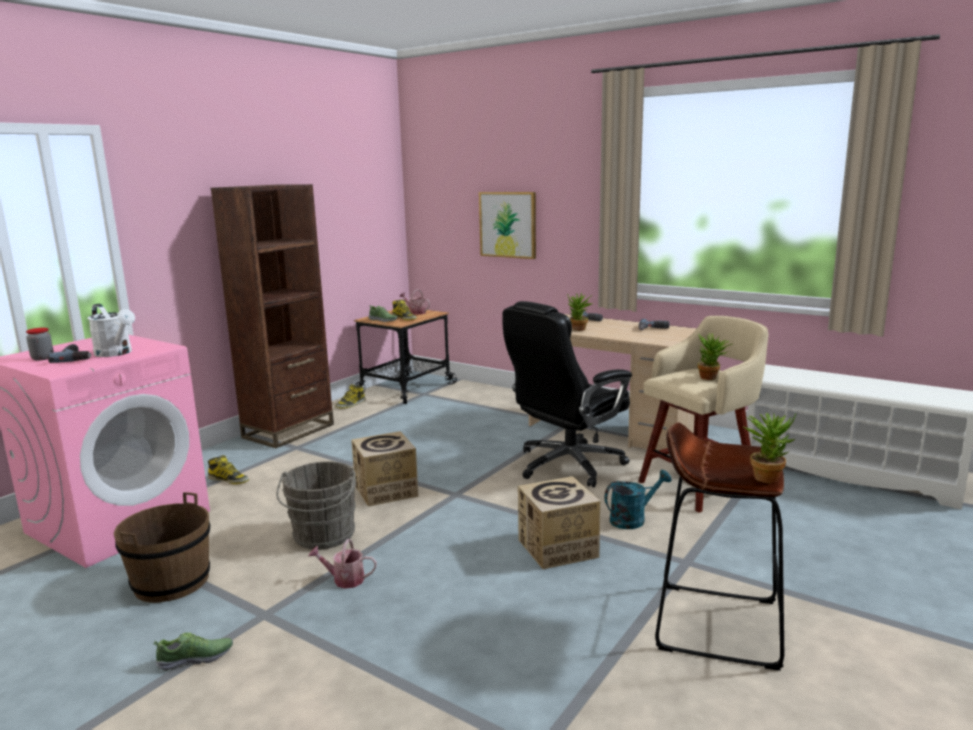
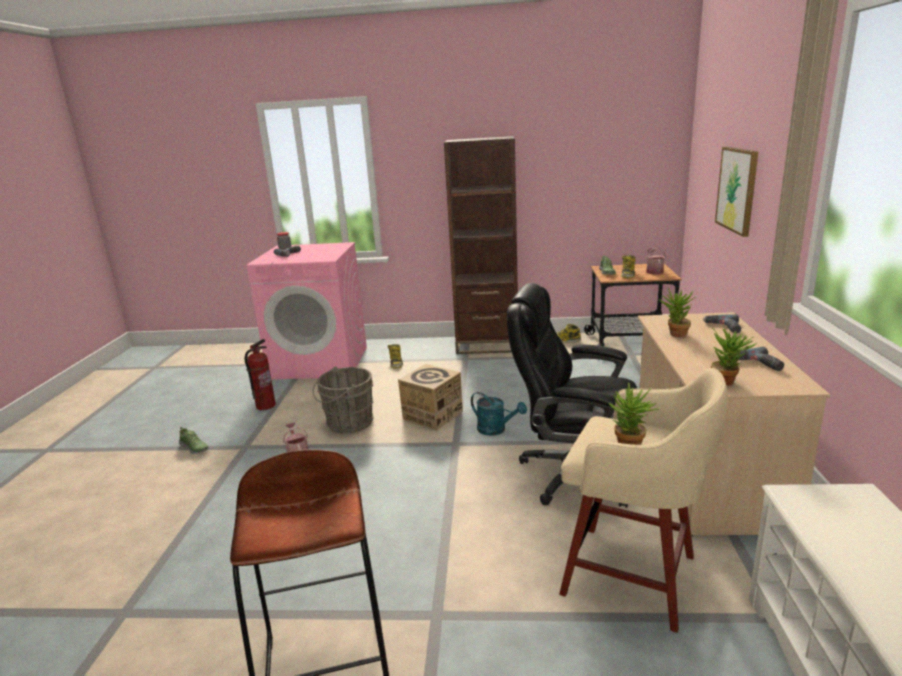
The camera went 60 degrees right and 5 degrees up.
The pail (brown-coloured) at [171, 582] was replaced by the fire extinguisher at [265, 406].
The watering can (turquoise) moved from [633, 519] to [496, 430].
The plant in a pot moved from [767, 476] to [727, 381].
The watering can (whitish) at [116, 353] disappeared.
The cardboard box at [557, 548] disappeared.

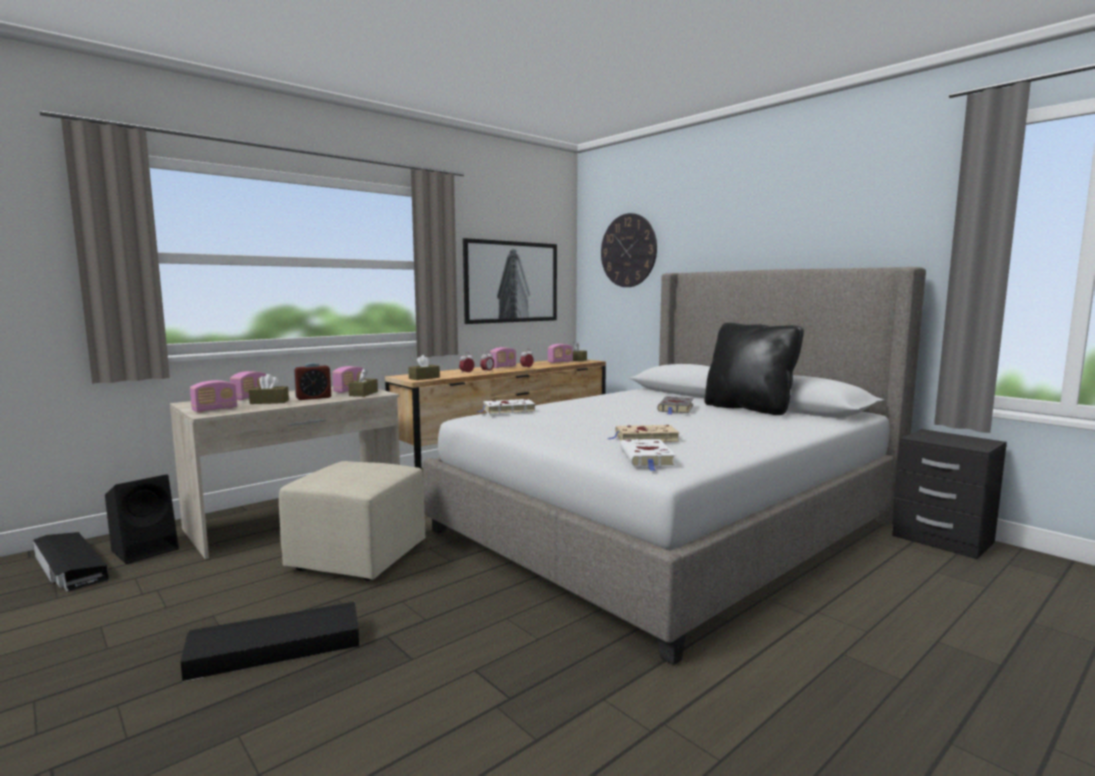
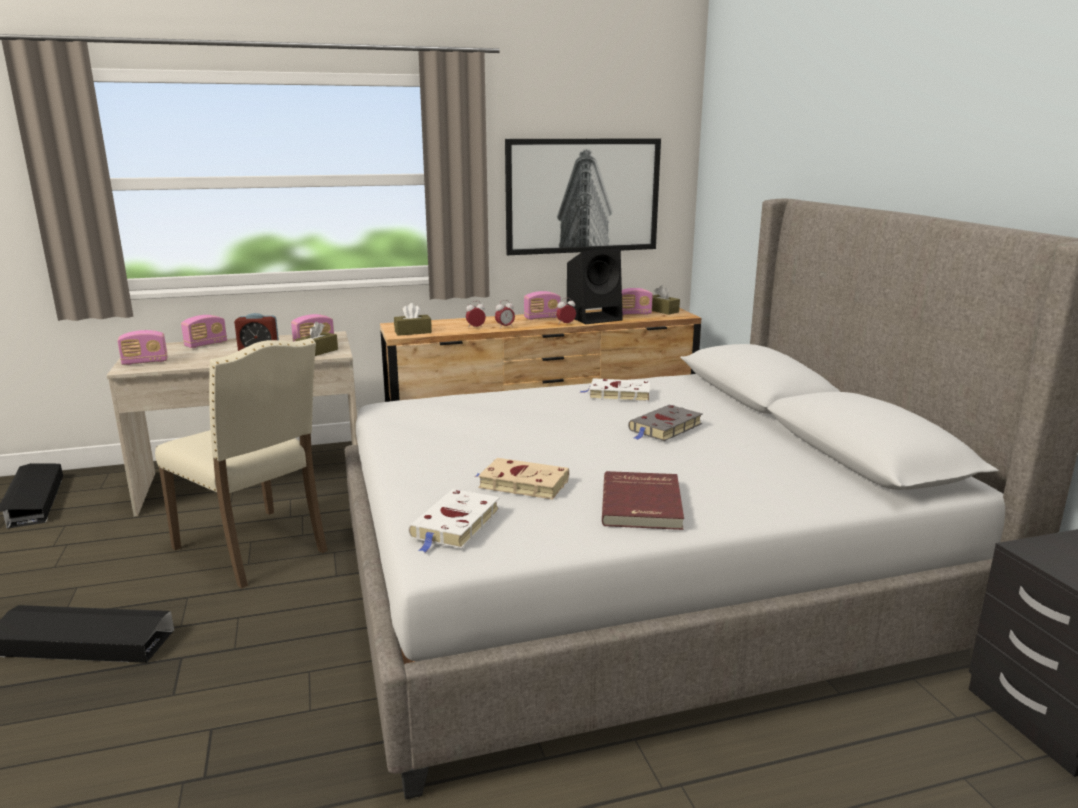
The camera went 25 degrees right and 10 degrees up.
The ottoman (sand-coloured) at [358, 558] was replaced by the chair (sand-coloured) at [255, 549].
The speaker (black) moved from [147, 549] to [595, 318].
The book (whitish) moved from [507, 410] to [617, 394].
The book (red) at [643, 504] appeared.
The tissue box (brown-coloured) at [269, 402] disappeared.
The clock on the wall at [628, 250] disappeared.
The pillow (black) at [749, 408] disappeared.

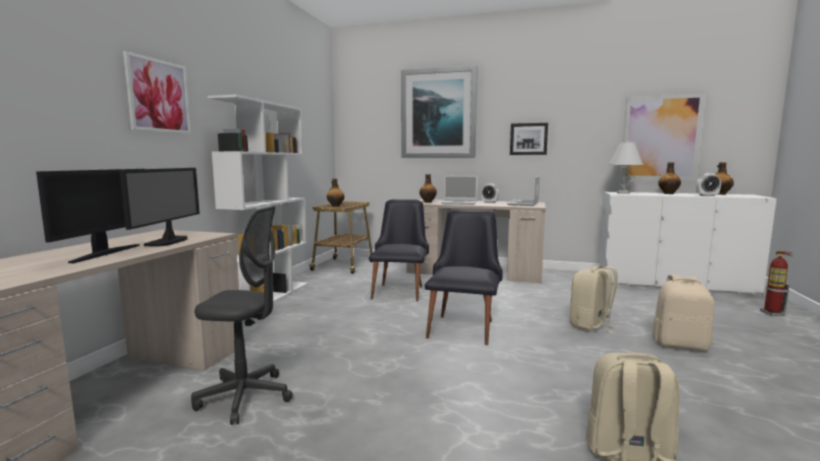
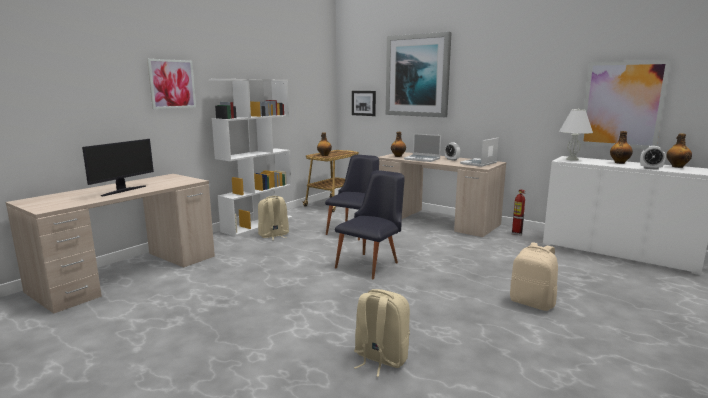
The camera went 20 degrees right and 5 degrees up.
The backpack (sand-coloured) moved from [591, 326] to [273, 235].
The wall picture moved from [528, 139] to [364, 103].
The fire extinguisher moved from [772, 313] to [516, 233].
The monitor at [169, 242] disappeared.
The office chair (gray) at [245, 397] disappeared.

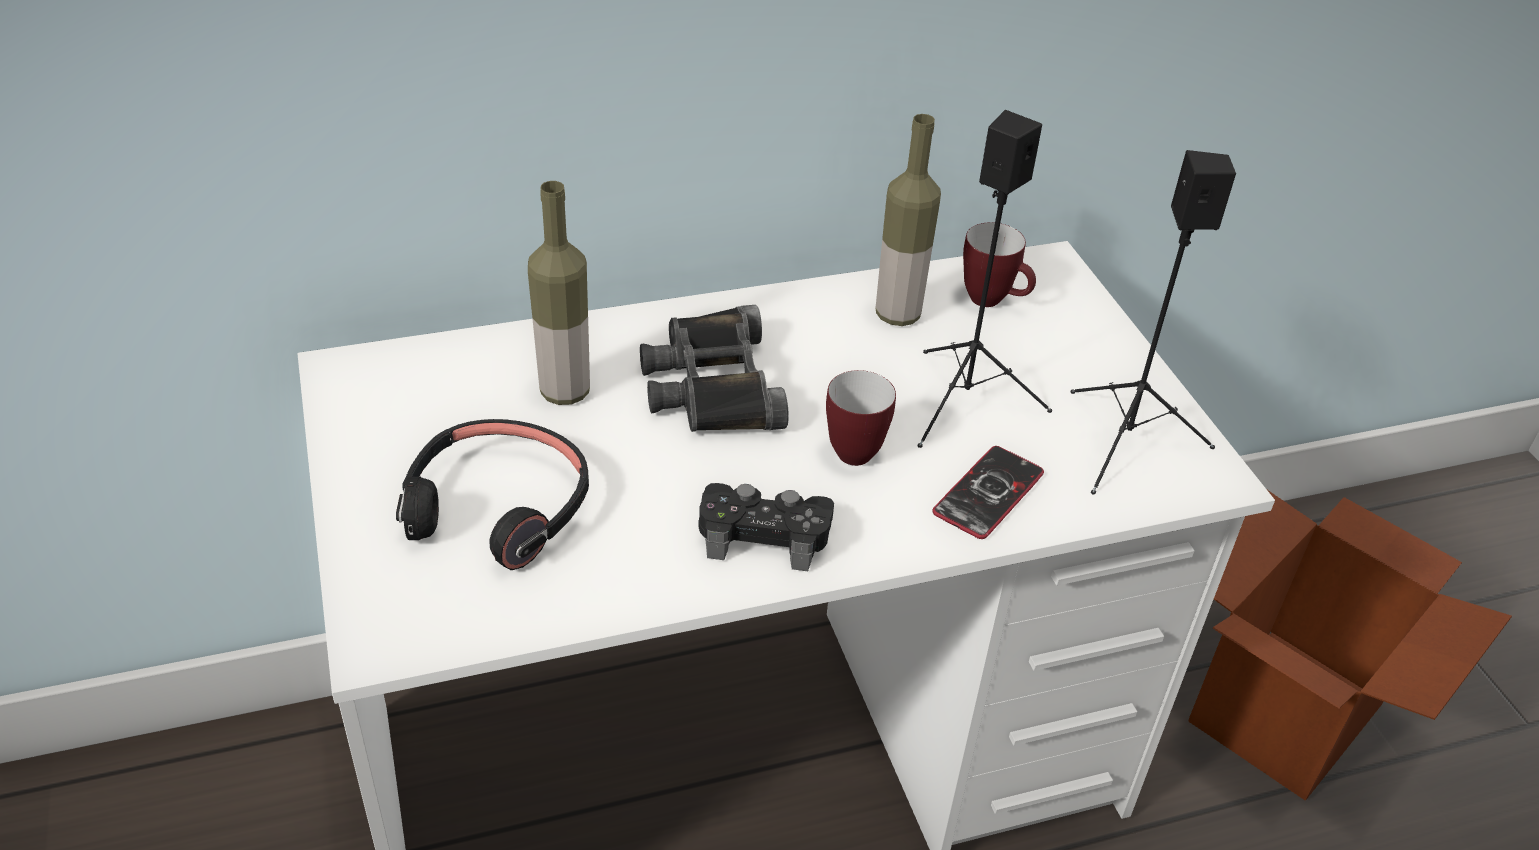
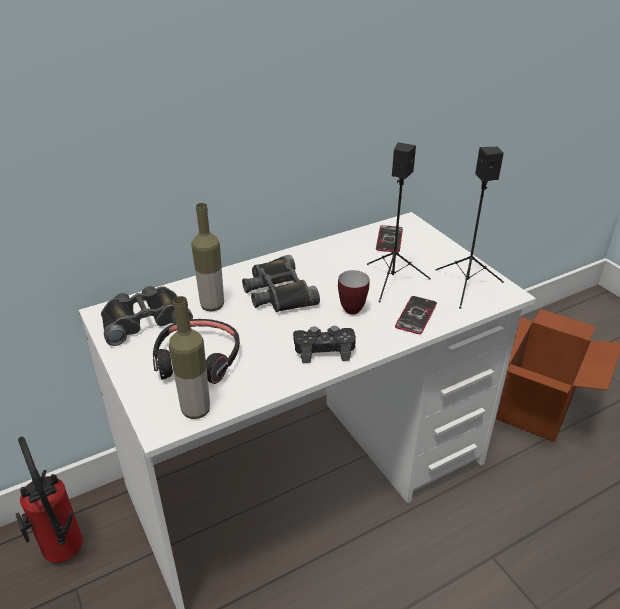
The camera went 10 degrees left and 5 degrees down.
The fire extinguisher at [63, 556] appeared.
The field glasses (black) at [144, 319] appeared.
The drink bottle moved from [897, 315] to [196, 410].
The mug at [993, 301] was replaced by the telephone at [389, 239].

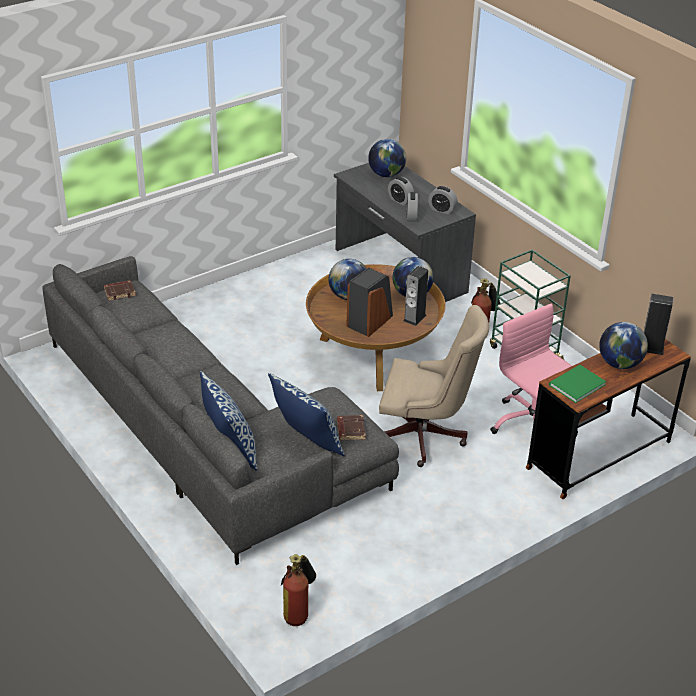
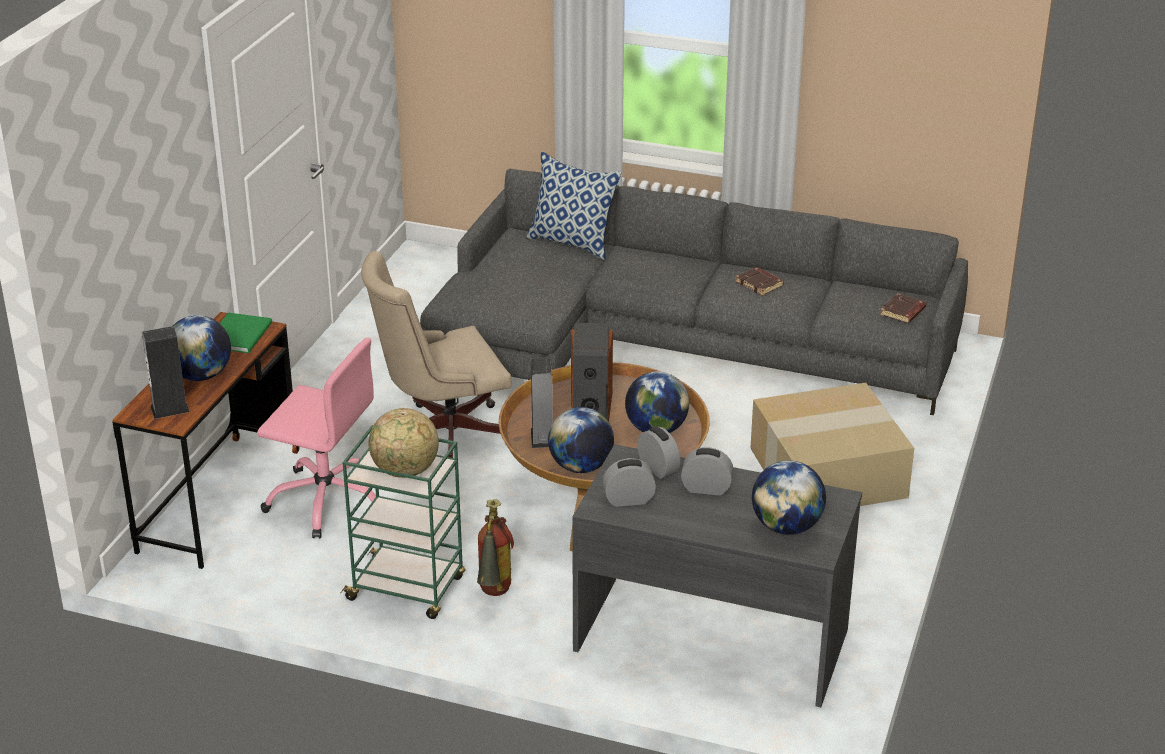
The camera went 145 degrees right and 5 degrees down.
The globe at [405, 471] appeared.
The book (brown-coloured) moved from [350, 430] to [760, 284].
The cardboard box at [829, 471] appeared.
The pillow at [306, 442] disappeared.
The fire extinguisher at [299, 611] disappeared.

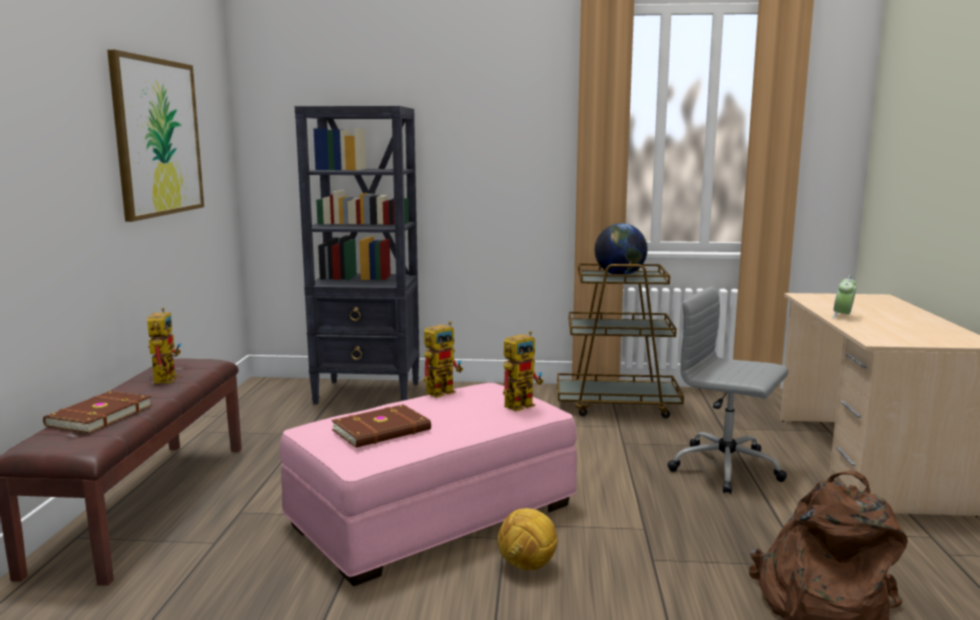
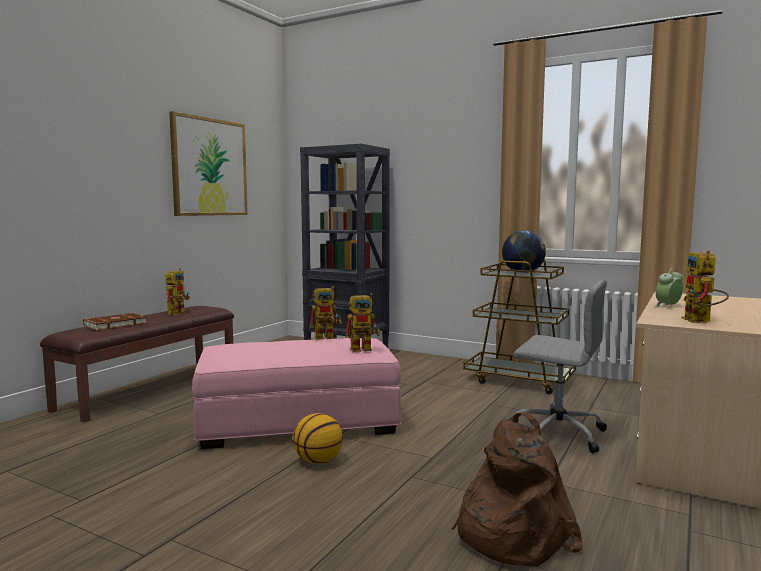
The camera went 25 degrees right and 5 degrees down.
The football at [527, 566] was replaced by the basketball at [318, 461].
The office chair (gray) at [727, 468] turned 150 degrees clockwise.
The robot figure at [701, 321] appeared.
The book (brown-coloured) at [382, 430] disappeared.

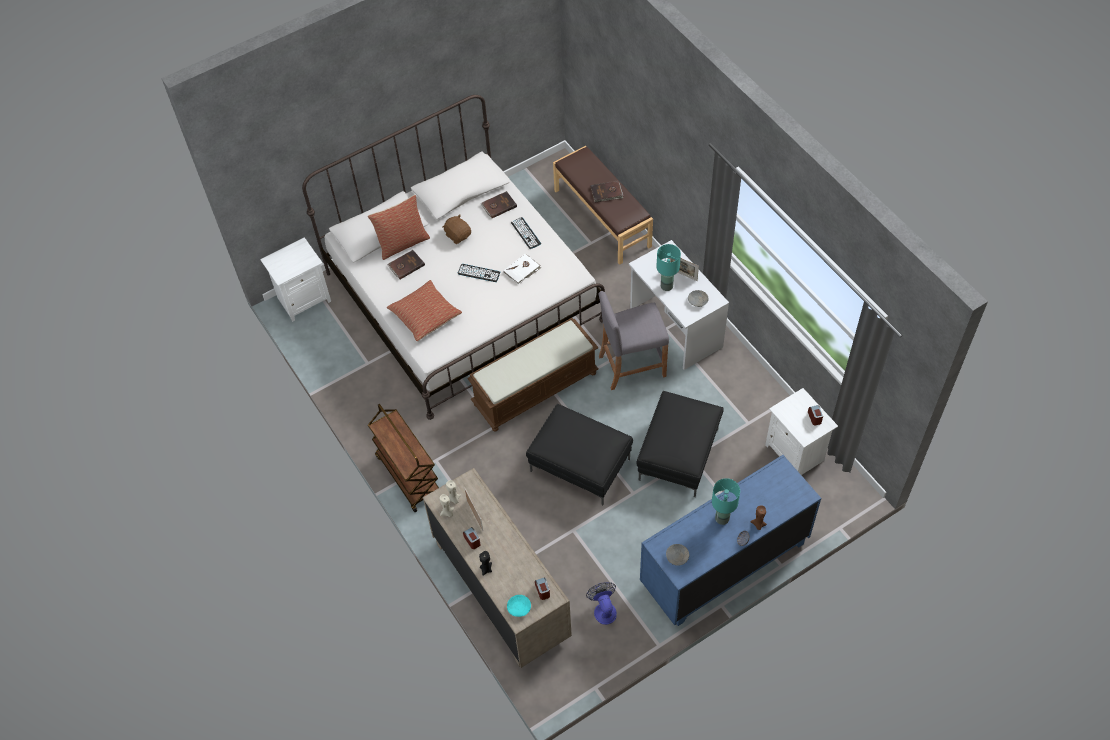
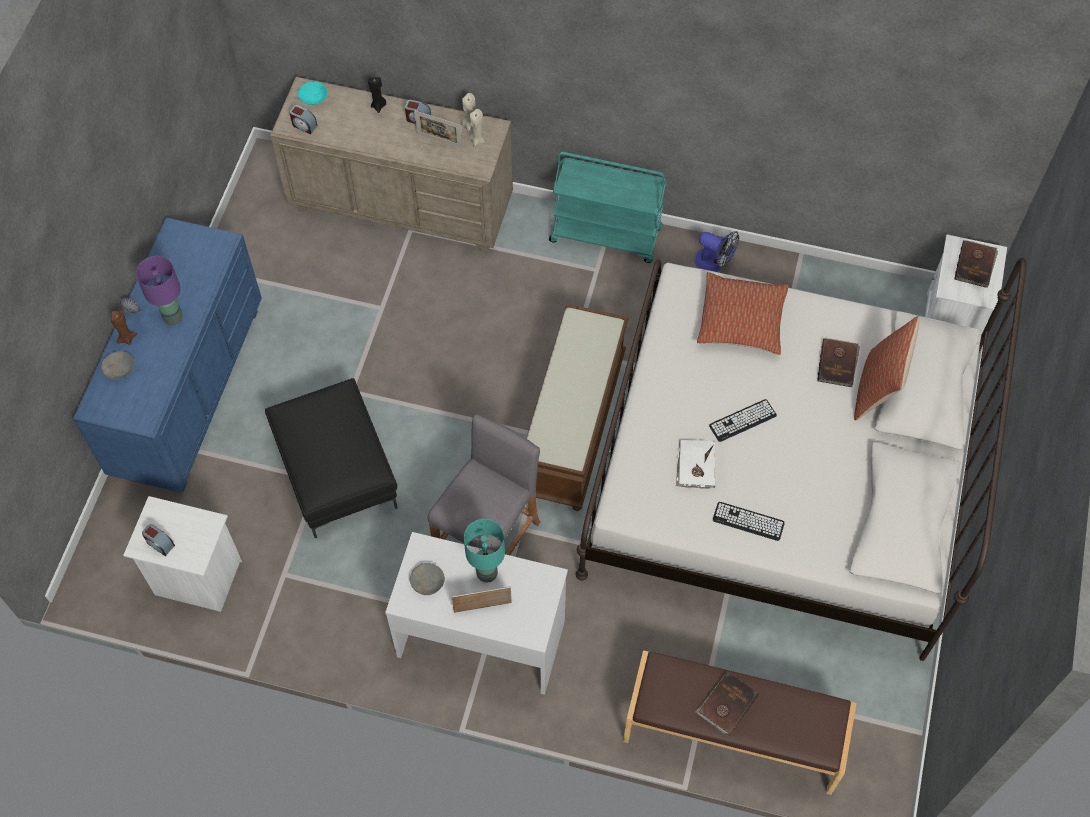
The camera went 135 degrees right and 5 degrees up.
The deep dish (gray) moved from [677, 556] to [119, 369].
The lamp for a table (turquoise) at [722, 519] became the lamp for a table (purplish) at [172, 316].
The cart (brown-coloured) at [408, 476] became the cart (turquoise) at [607, 235].
The fan moved from [603, 609] to [714, 263].
The book (brown-coloured) moved from [498, 205] to [975, 265].
The plush toy (brown-coloured) at [458, 235] disappeared.
The ottoman (black) at [579, 465] disappeared.

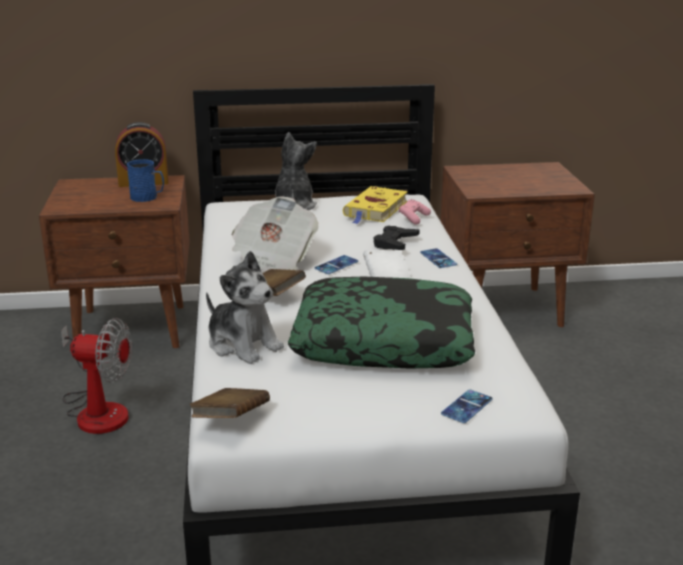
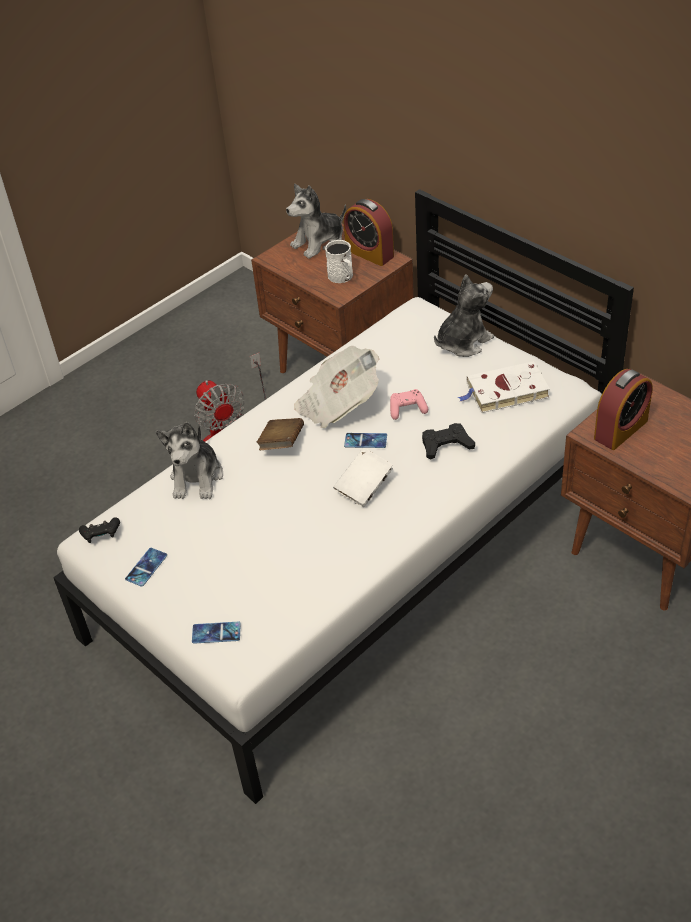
The camera went 55 degrees right and 20 degrees up.
The book (brown-coloured) at [231, 420] was replaced by the gamepad (black) at [101, 535].
The telephone moved from [438, 259] to [146, 567].
The plush toy at [319, 243] appeared.
The mug (bluish) at [147, 197] became the mug (whitish) at [342, 277].
The gamepad (pink-coloured) moved from [413, 218] to [407, 409].
The book (yellow-coloured) at [375, 209] became the book (whitish) at [505, 392].
The table clock at [620, 429] appeared.
The pillow at [384, 341] disappeared.

